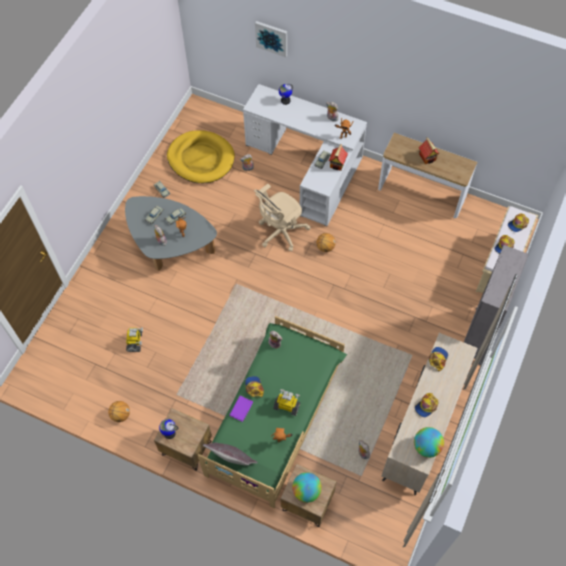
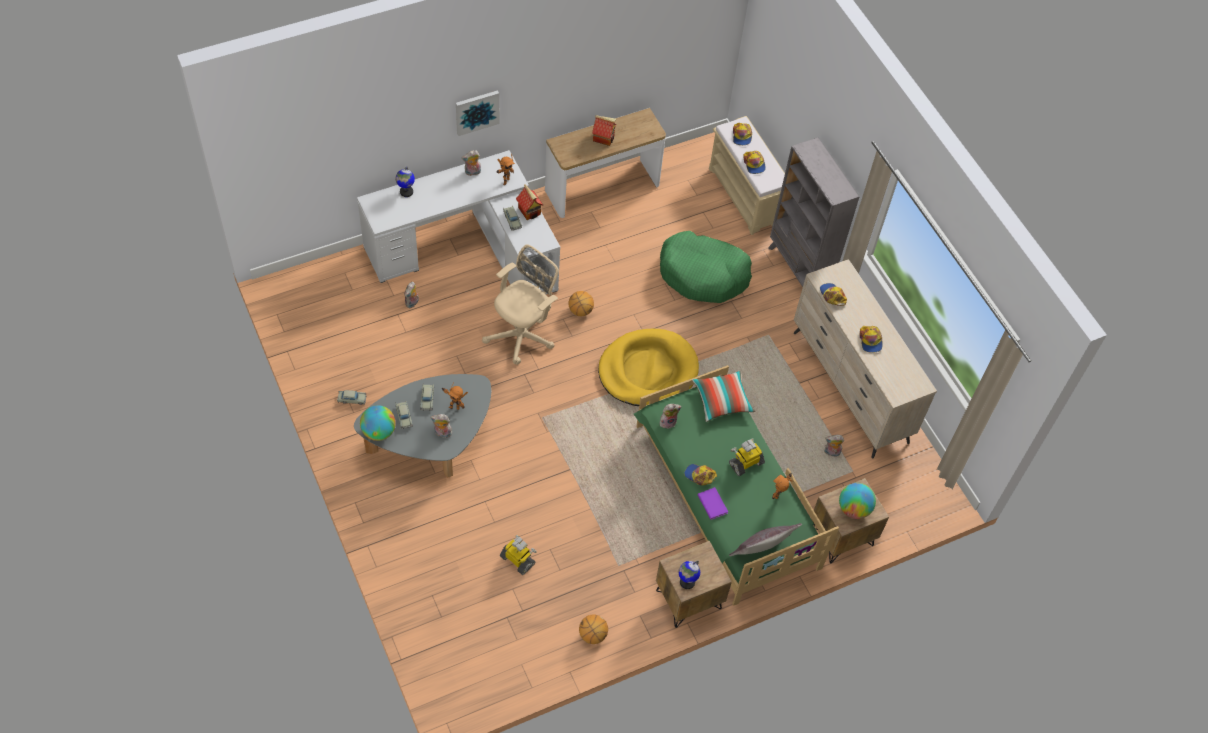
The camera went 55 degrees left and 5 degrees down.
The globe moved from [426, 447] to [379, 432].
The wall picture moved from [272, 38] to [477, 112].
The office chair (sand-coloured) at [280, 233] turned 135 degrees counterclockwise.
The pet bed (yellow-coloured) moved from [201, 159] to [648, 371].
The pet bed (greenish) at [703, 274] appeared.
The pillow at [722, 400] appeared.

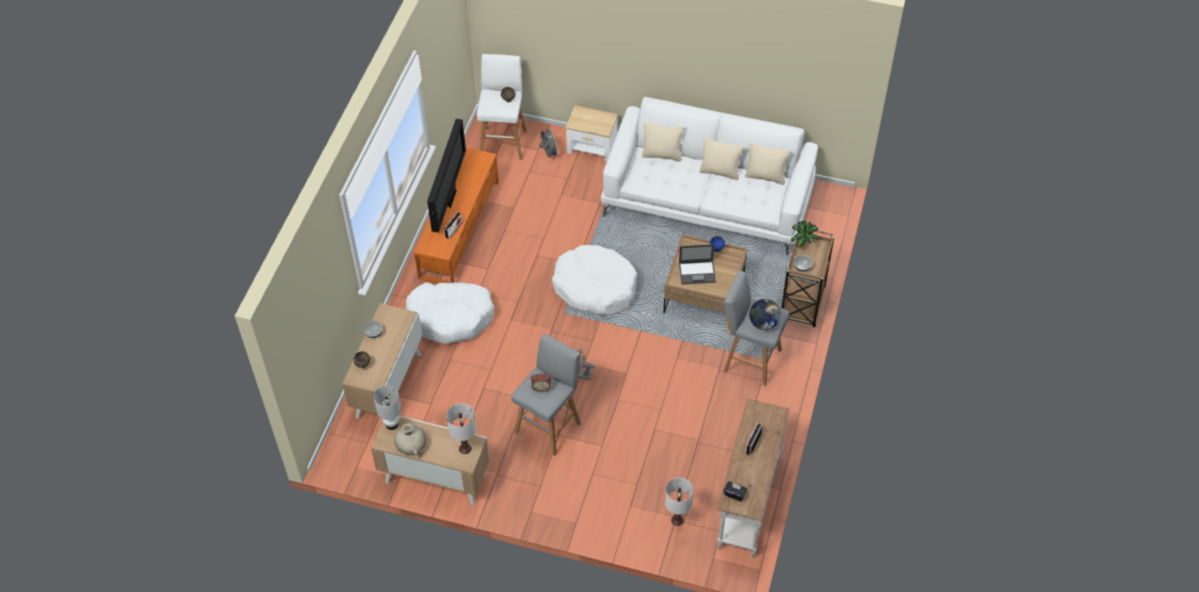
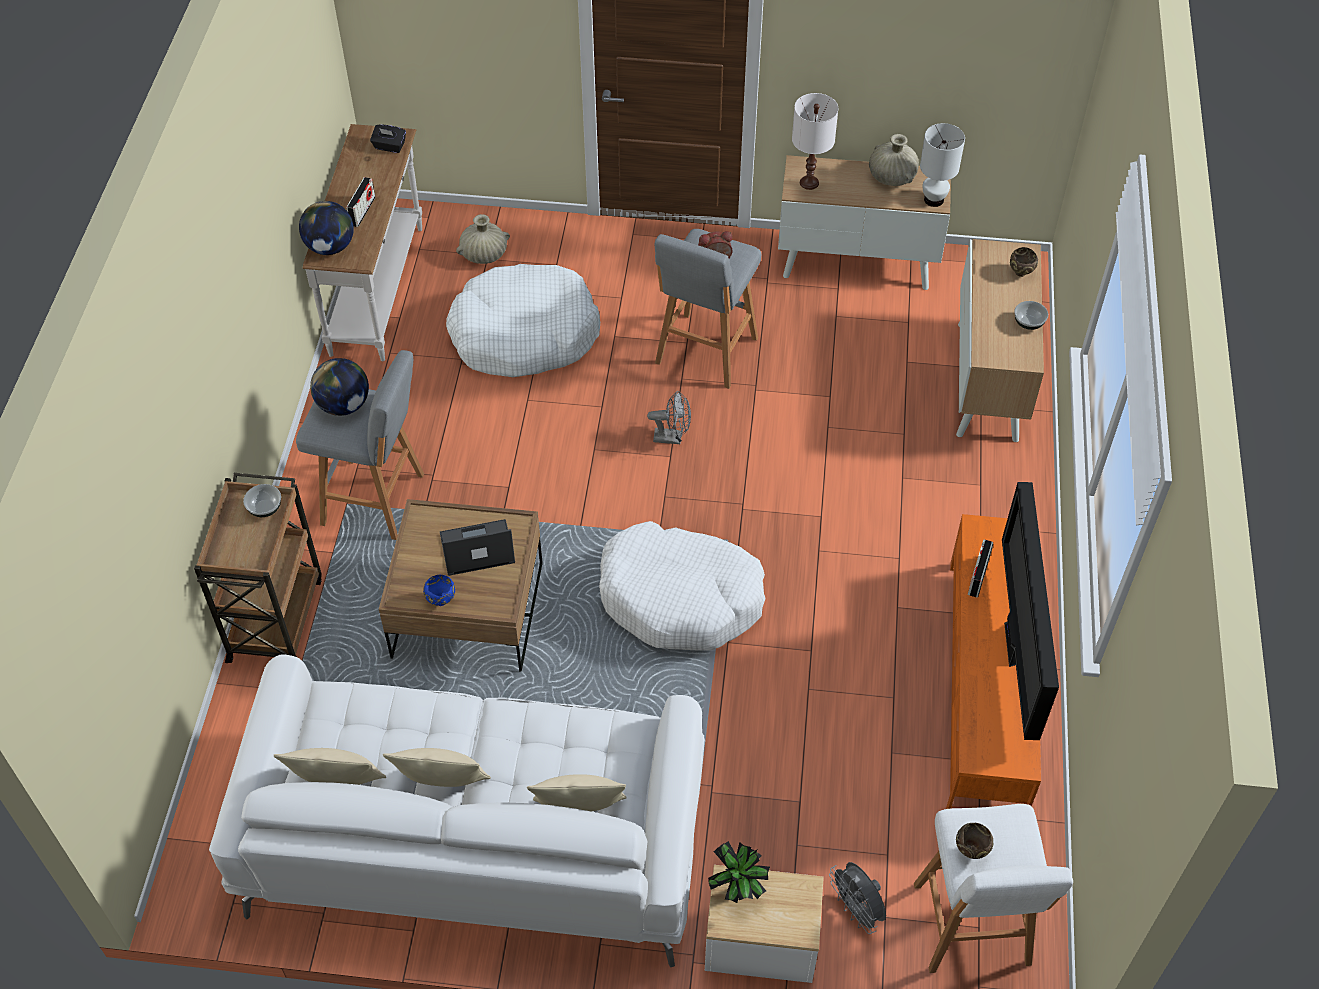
The camera went 170 degrees right and 0 degrees up.
The globe at [330, 247] appeared.
The pet bed (whitish) moved from [451, 317] to [524, 334].
The lamp for a table (whitish) at [677, 520] was replaced by the flower vase (sand-coloured) at [484, 255].
The plant in a pot moved from [802, 243] to [738, 889].

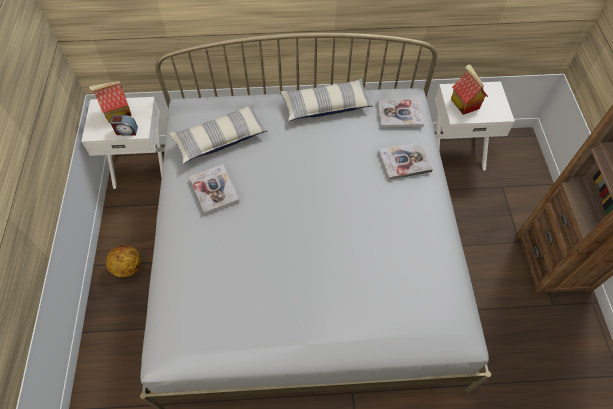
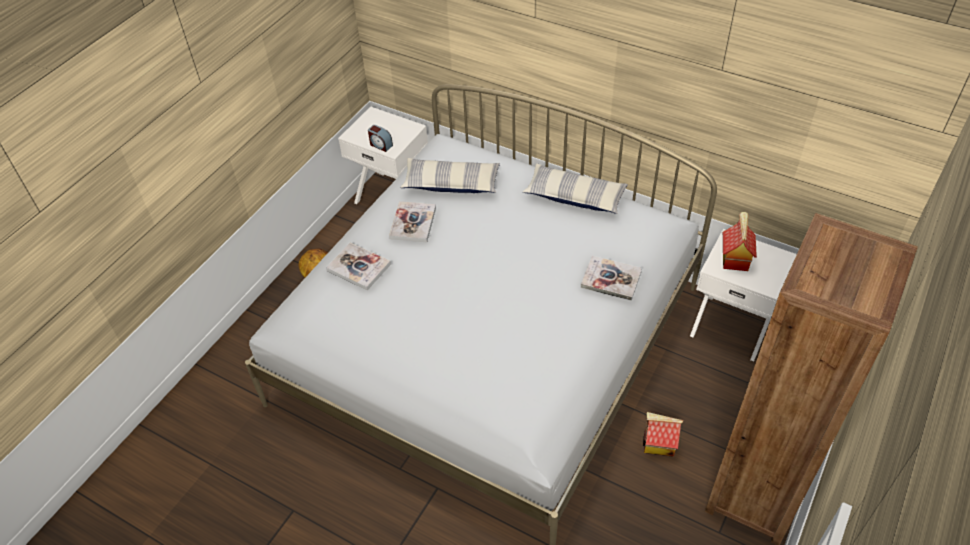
The camera went 35 degrees right and 10 degrees down.
The book moved from [399, 114] to [358, 267].
The toy house moved from [117, 112] to [658, 444].

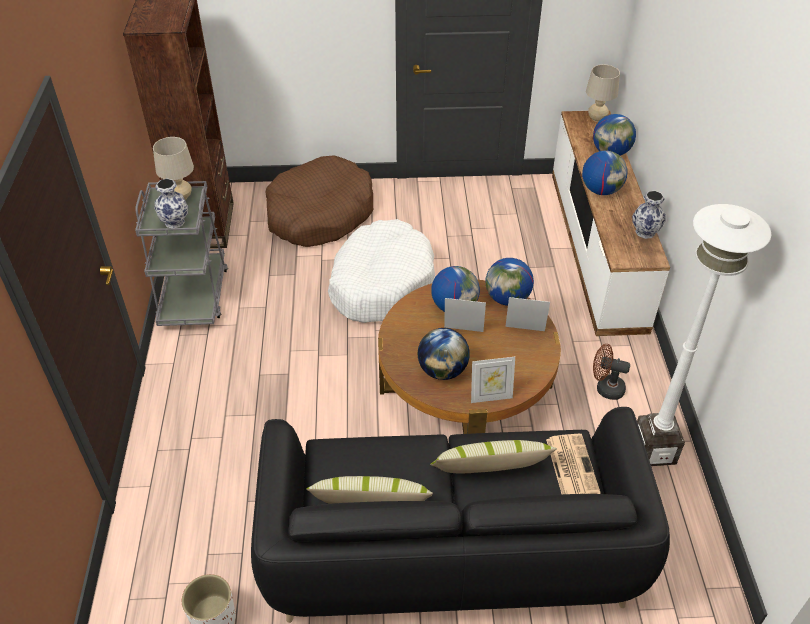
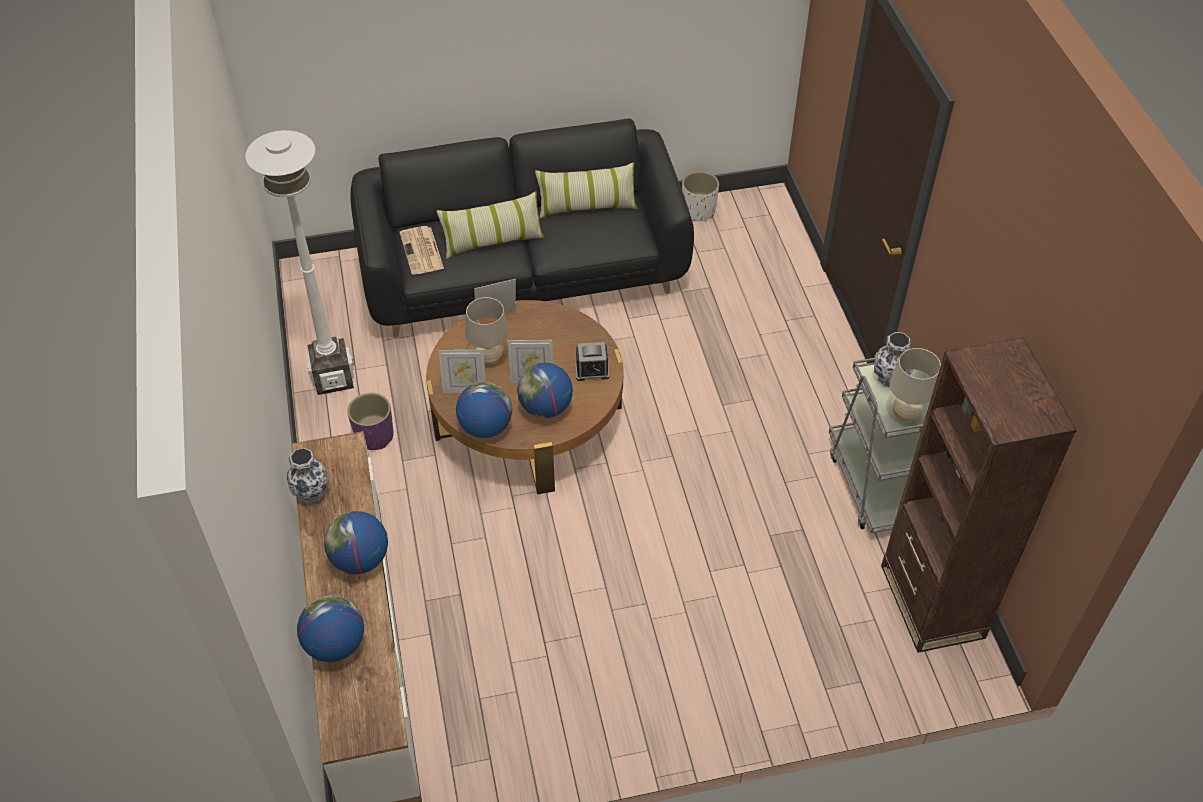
The camera went 170 degrees right and 5 degrees up.
The fan (brown-coloured) at [605, 388] was replaced by the plant pot (purplish) at [374, 436].
The lamp for a table (sand-coloured) moved from [597, 118] to [489, 359].
The table clock at [592, 371] appeared.
The pet bed (brown-coloured) at [319, 214] disappeared.
The pet bed (whitish) at [381, 283] disappeared.
The globe at [442, 370] disappeared.

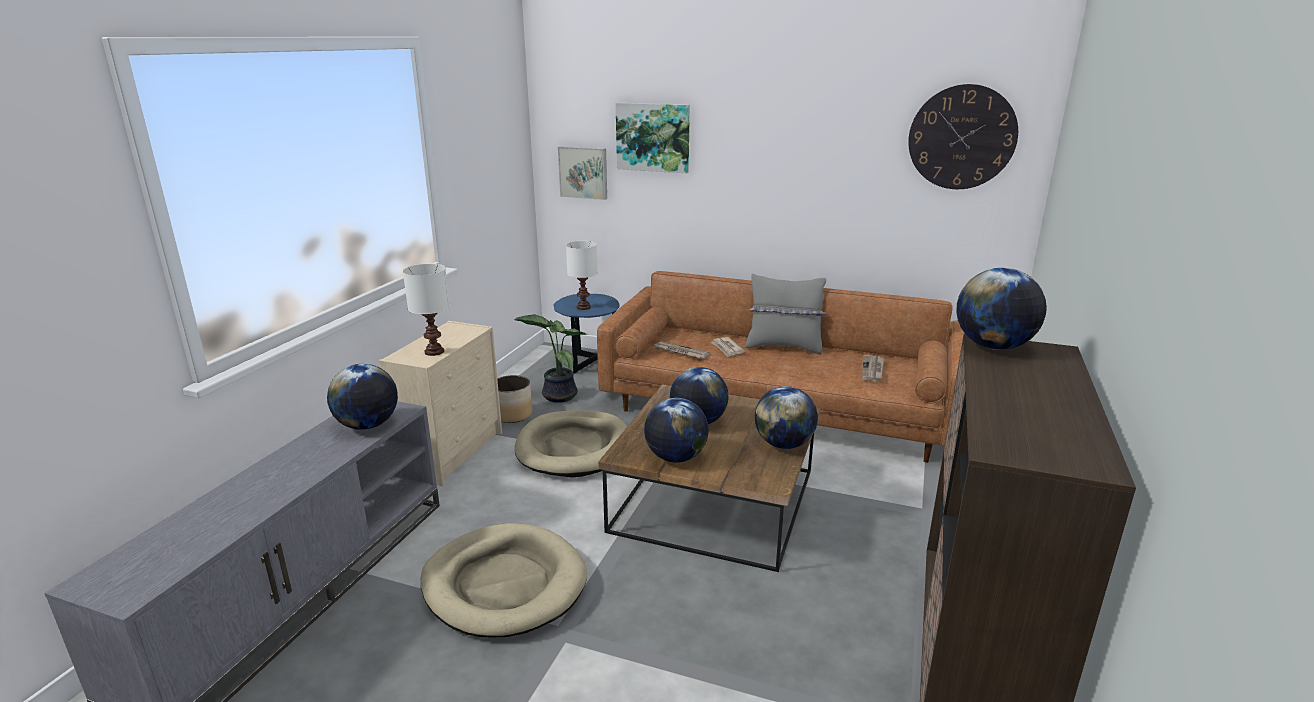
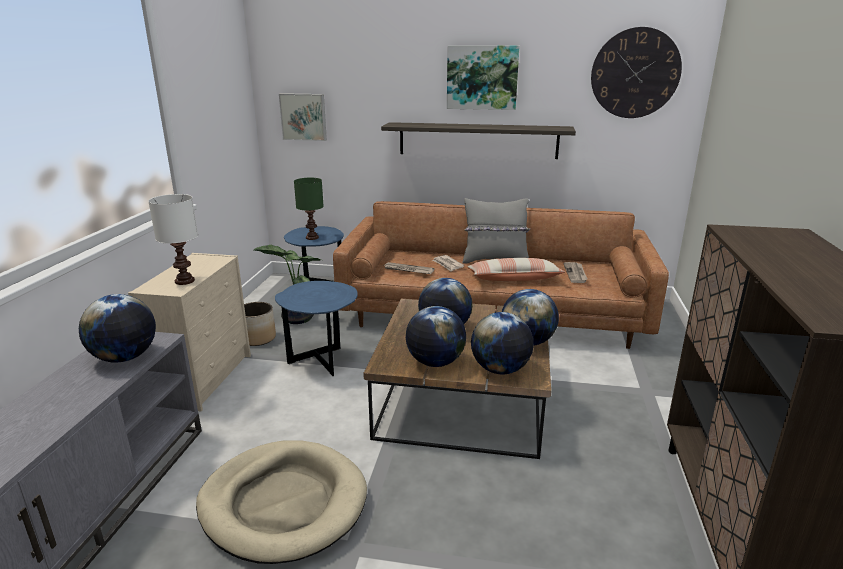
The camera went 10 degrees left and 0 degrees up.
The pet bed (sand-coloured) at [574, 448] was replaced by the accent table (bluish) at [322, 363].
The lamp for a table (whitish) at [583, 307] became the lamp for a table (greenish) at [312, 237].
The wall shelf at [478, 140] appeared.
The wall picture moved from [653, 137] to [482, 77].
The pillow at [513, 279] appeared.
The globe moved from [993, 346] to [500, 370].

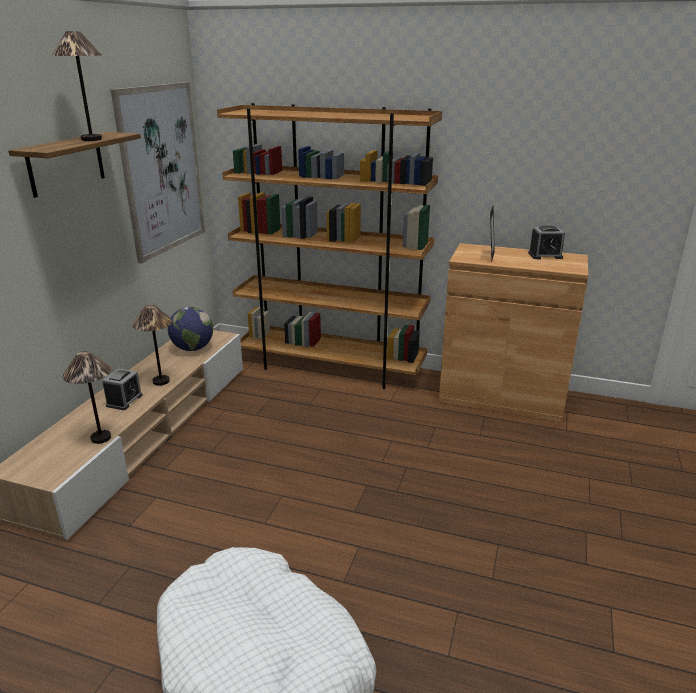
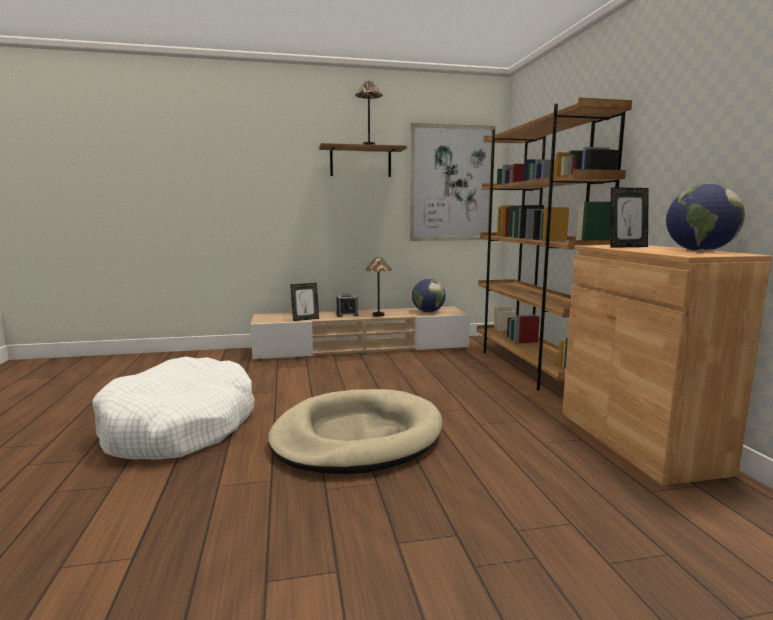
The camera went 60 degrees right and 15 degrees down.
The pet bed (sand-coloured) at [357, 437] appeared.
The lamp for a table at [100, 438] was replaced by the photo frame at [305, 319].
The table clock at [545, 255] was replaced by the globe at [699, 251].

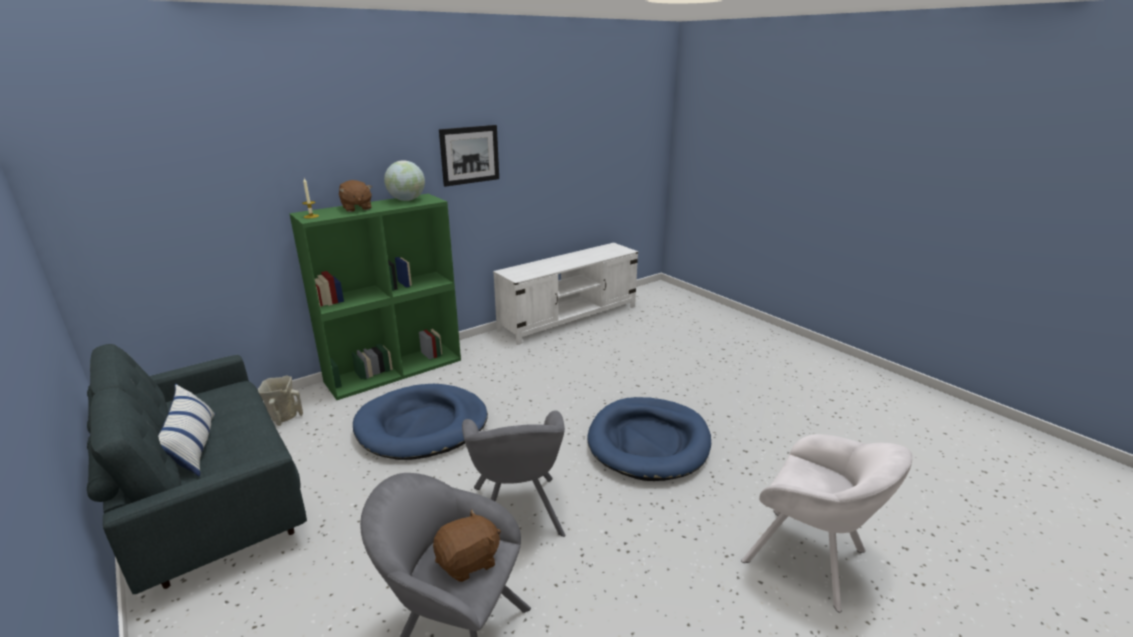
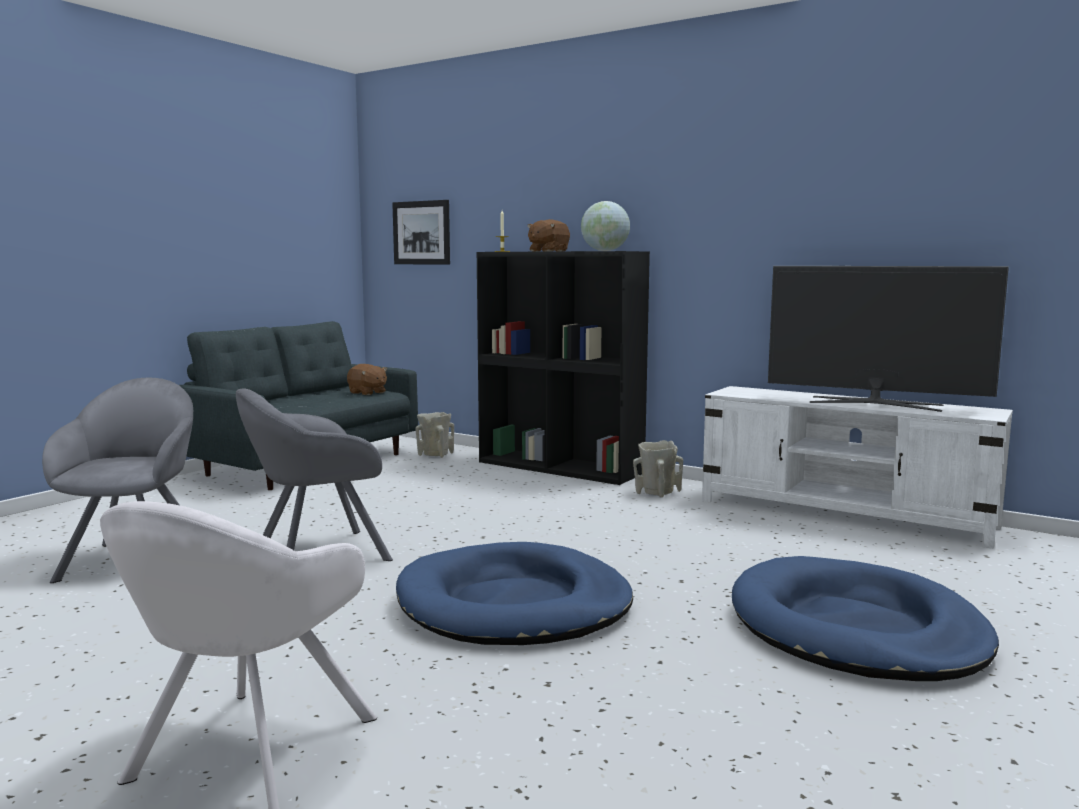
The camera went 70 degrees right and 15 degrees down.
The plush toy (brown-coloured) moved from [469, 562] to [367, 393].
The wall picture moved from [470, 155] to [421, 232].
The bookshelf (greenish) at [395, 370] became the bookshelf (black) at [561, 467].
The flower vase (sand-coloured) at [656, 493] appeared.
The pet bed (bluish) moved from [422, 426] to [855, 629].
The television at [875, 403] appeared.
The pillow at [194, 446] disappeared.

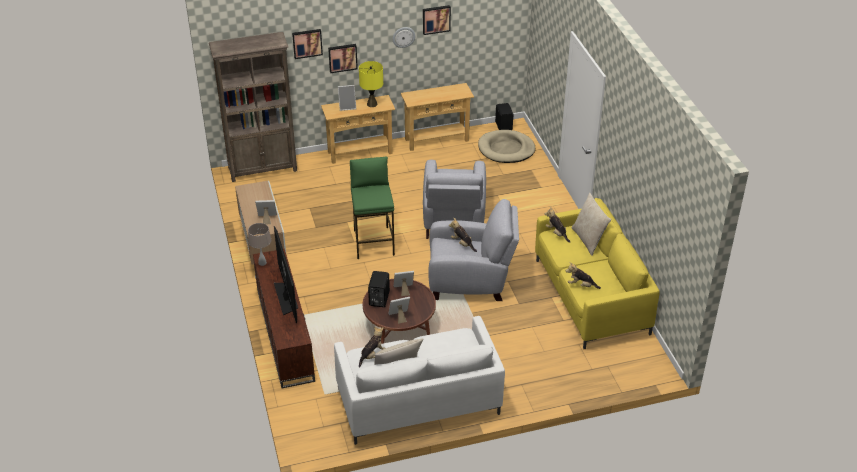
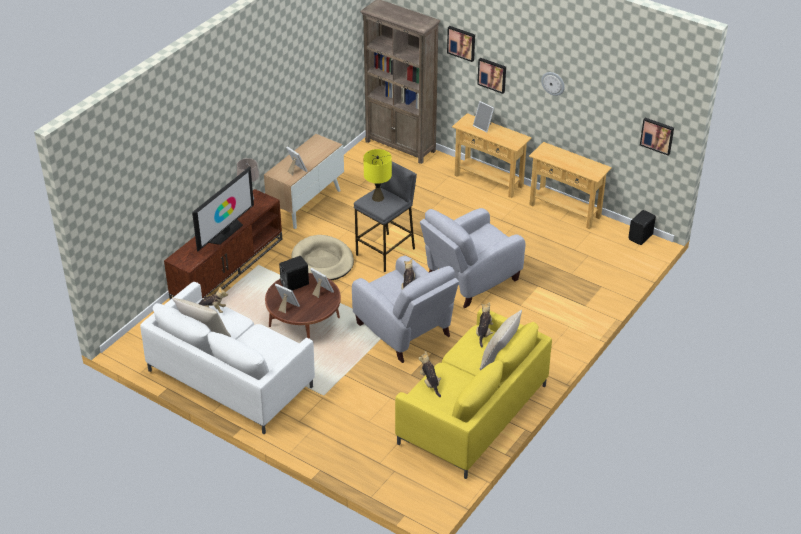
The camera went 50 degrees right and 0 degrees up.
The pet bed (sand-coloured) moved from [506, 149] to [323, 261].
The stool (greenish) at [373, 242] became the stool (gray) at [386, 252].
The lamp for a table (yellow-coloured) moved from [372, 104] to [378, 197].
The wall picture moved from [436, 19] to [657, 135].

